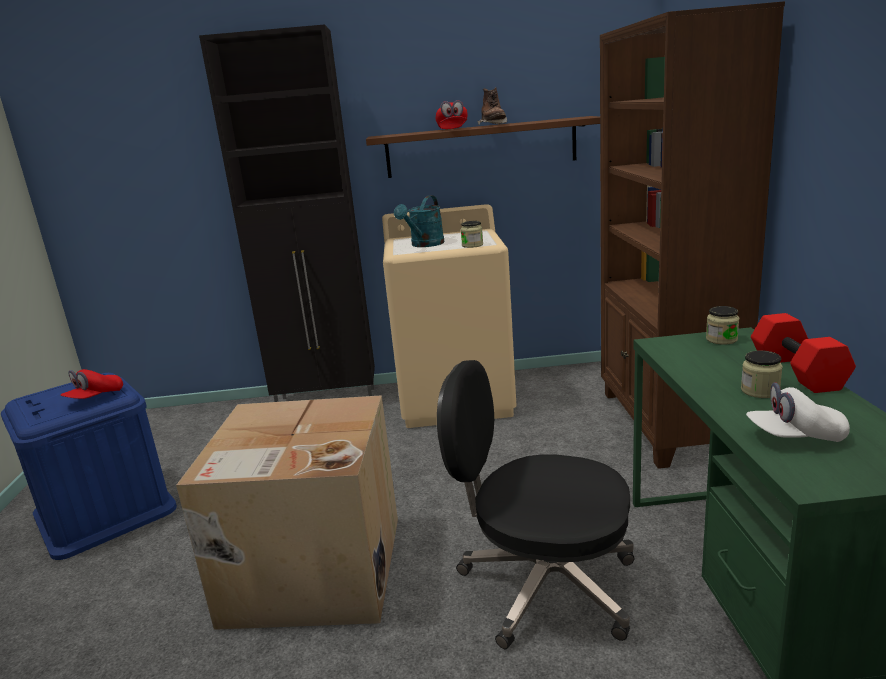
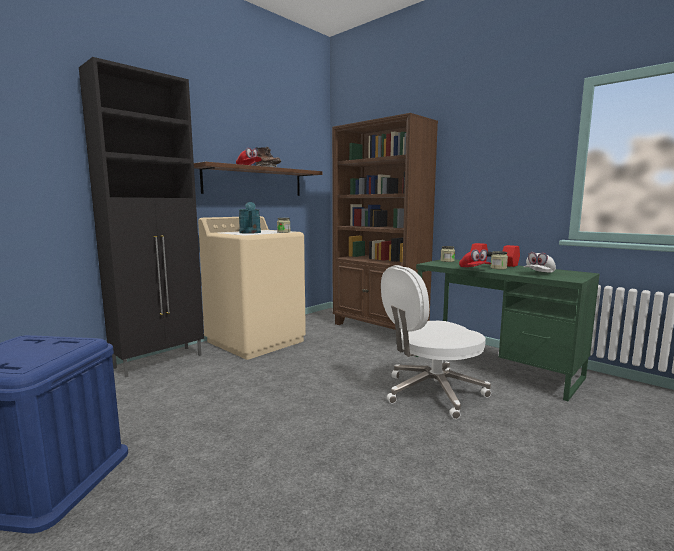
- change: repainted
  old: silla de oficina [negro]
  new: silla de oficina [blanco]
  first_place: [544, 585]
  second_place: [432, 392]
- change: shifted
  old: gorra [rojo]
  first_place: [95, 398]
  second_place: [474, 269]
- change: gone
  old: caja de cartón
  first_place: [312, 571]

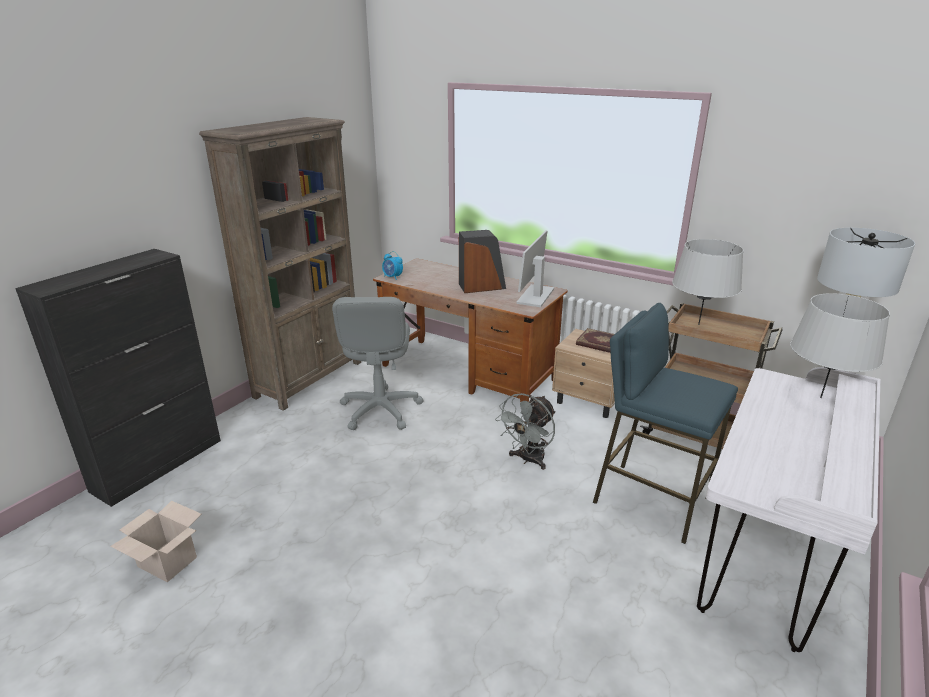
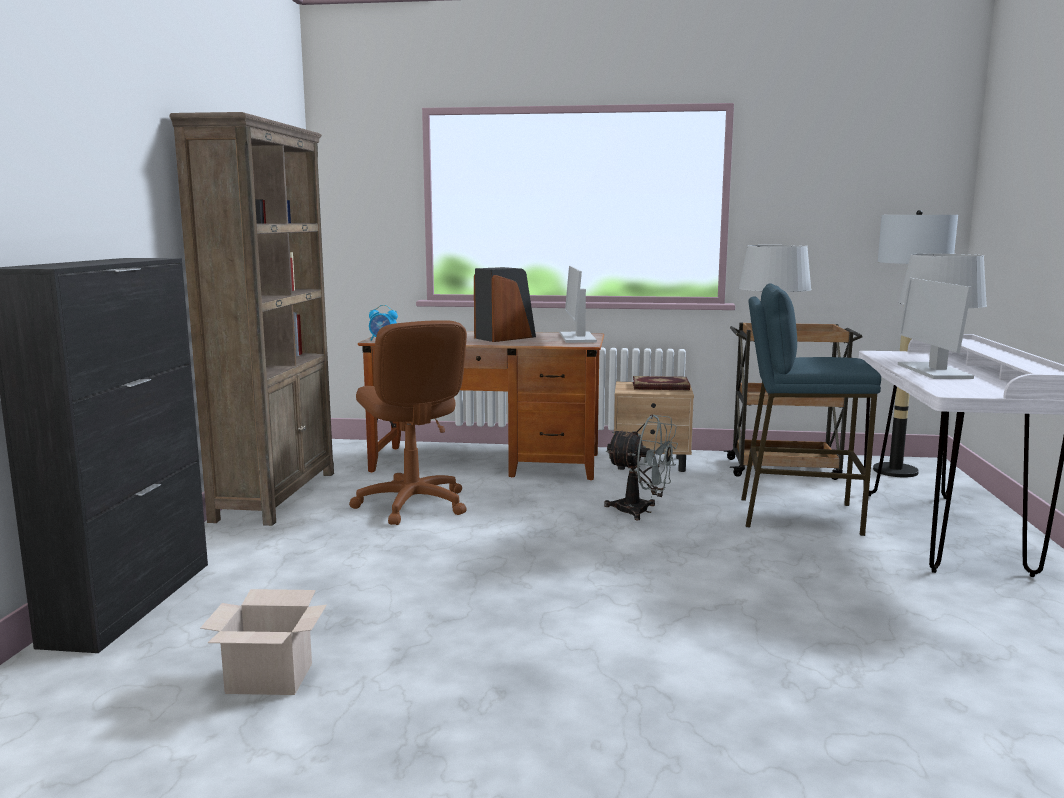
- change: repainted
  old: silla de oficina [gris]
  new: silla de oficina [marrón]
  first_place: [380, 410]
  second_place: [412, 505]
- change: rotated
  old: ventilador [gris]
  first_place: [528, 460]
  second_place: [641, 511]
  degrees: -75
- change: new
  new: monitor
  second_place: [933, 371]

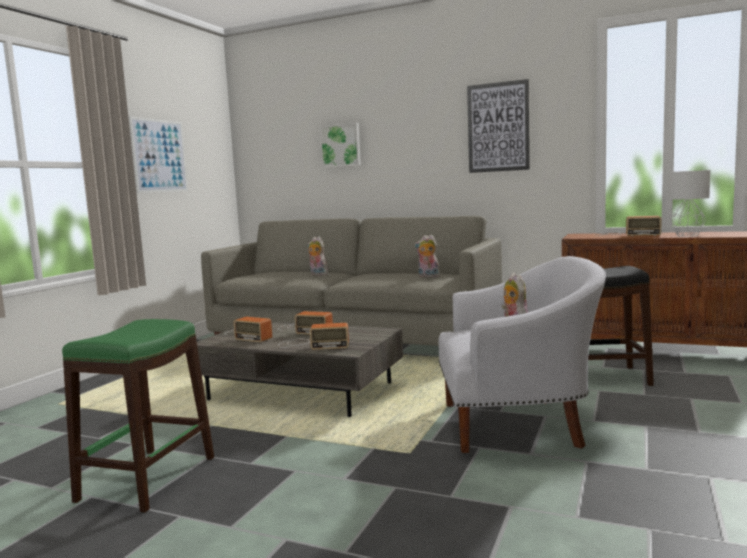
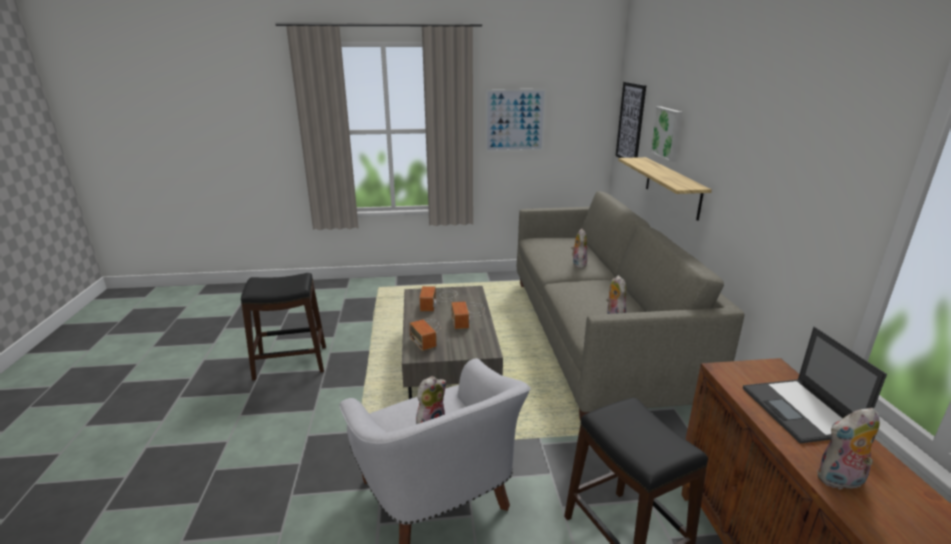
- change: repainted
  old: taburete [verde]
  new: taburete [negro]
  first_place: [147, 478]
  second_place: [290, 362]
- change: shifted
  old: cuadro
  first_place: [498, 127]
  second_place: [630, 123]
- change: new
  new: estante
  second_place: [672, 187]
- change: swapped
  old: radio
  new: portátil
  first_place: [625, 234]
  second_place: [801, 411]
- change: swapped
  old: lámpara de mesa [gris]
  new: peluche
  first_place: [686, 235]
  second_place: [840, 481]

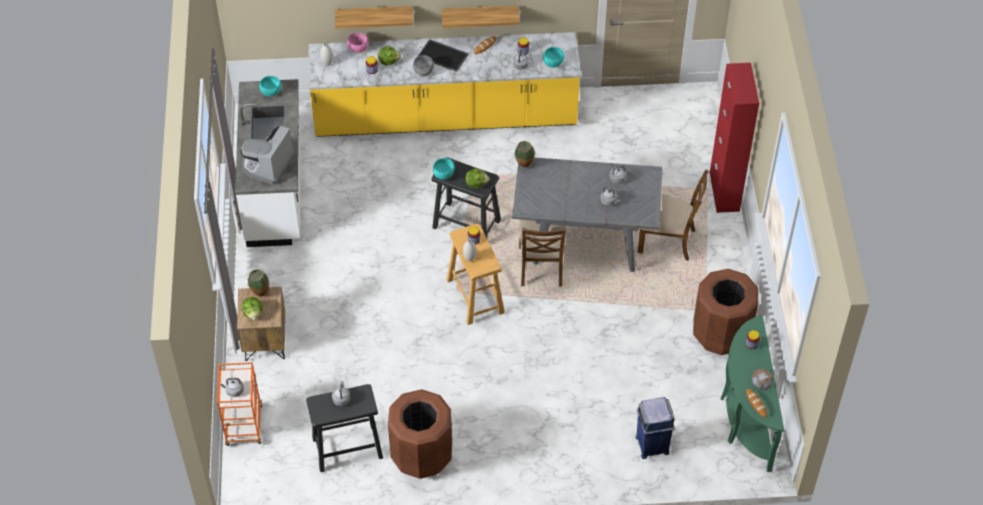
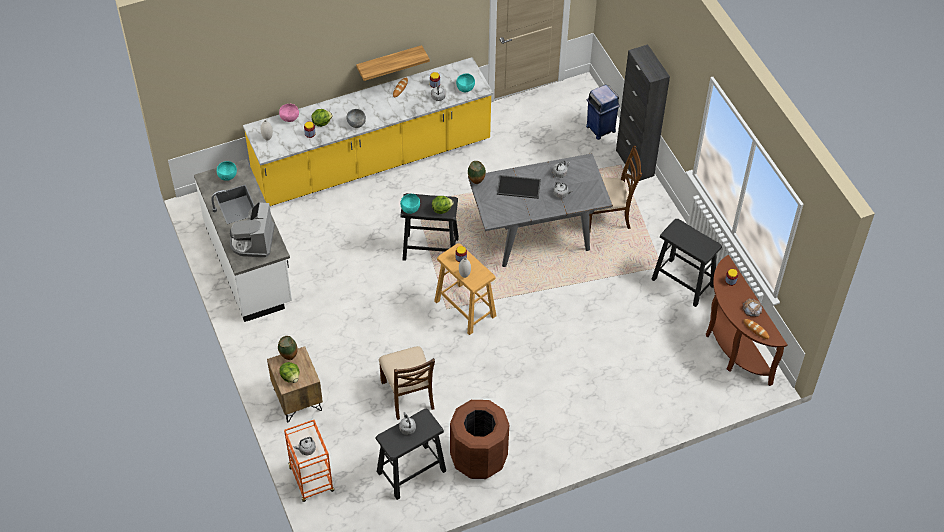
- change: shifted
  old: silla [marrón]
  first_place: [541, 266]
  second_place: [408, 395]
- change: shifted
  old: bandeja
  first_place: [443, 55]
  second_place: [519, 186]
- change: shifted
  old: papelera [azul]
  first_place: [652, 444]
  second_place: [600, 128]
- change: repainted
  old: armario [rojo]
  new: armario [negro]
  first_place: [724, 192]
  second_place: [634, 163]
- change: swapped
  old: papelera [marrón]
  new: taburete [negro]
  first_place: [721, 334]
  second_place: [683, 282]
- change: repainted
  old: mesa consola [verde]
  new: mesa consola [marrón]
  first_place: [744, 418]
  second_place: [732, 347]
- change: gone
  old: estante
  first_place: [374, 15]

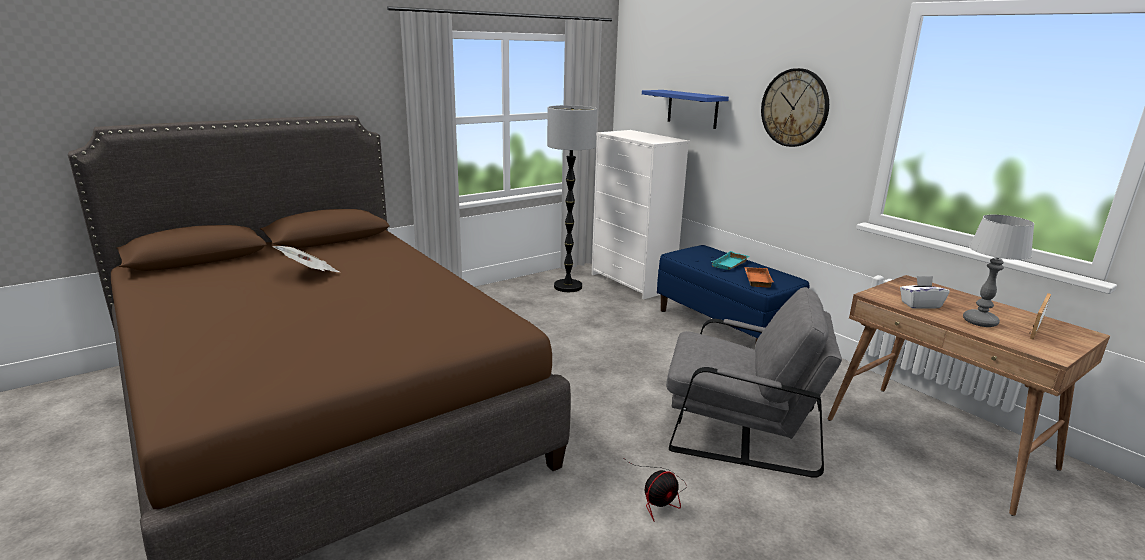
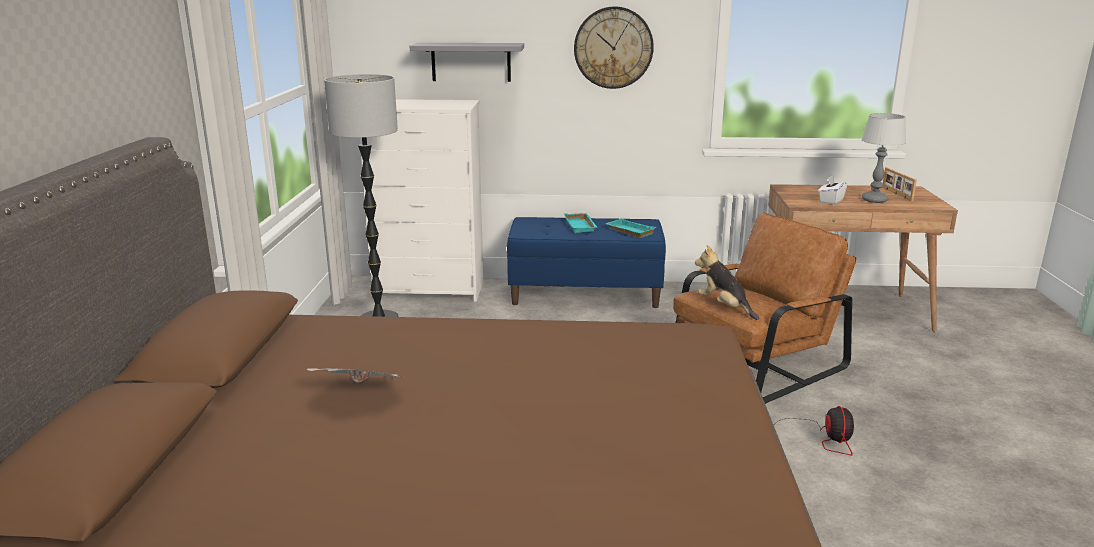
- change: repainted
  old: estante [azul]
  new: estante [gris]
  first_place: [692, 109]
  second_place: [471, 62]
- change: repainted
  old: bandeja [naranja]
  new: bandeja [turquesa]
  first_place: [756, 279]
  second_place: [628, 231]
- change: repainted
  old: sillón [gris]
  new: sillón [marrón]
  first_place: [740, 429]
  second_place: [755, 364]
- change: new
  new: peluche
  second_place: [724, 307]

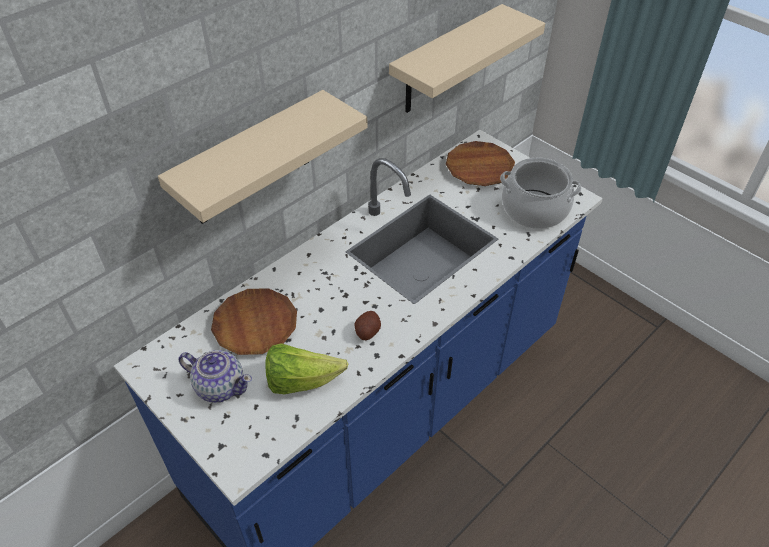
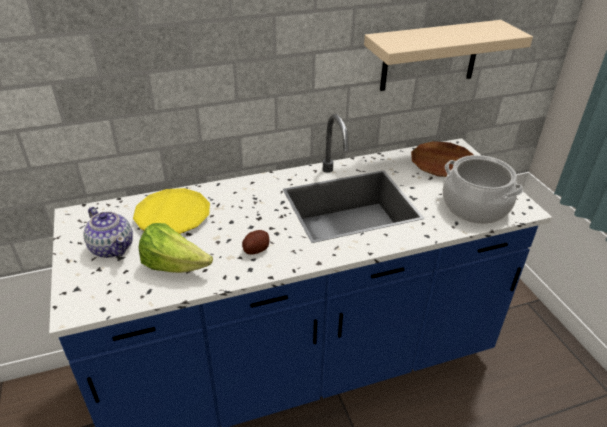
- change: repainted
  old: plato [marrón]
  new: plato [amarillo]
  first_place: [255, 325]
  second_place: [173, 216]
- change: gone
  old: estante [beis]
  first_place: [251, 161]

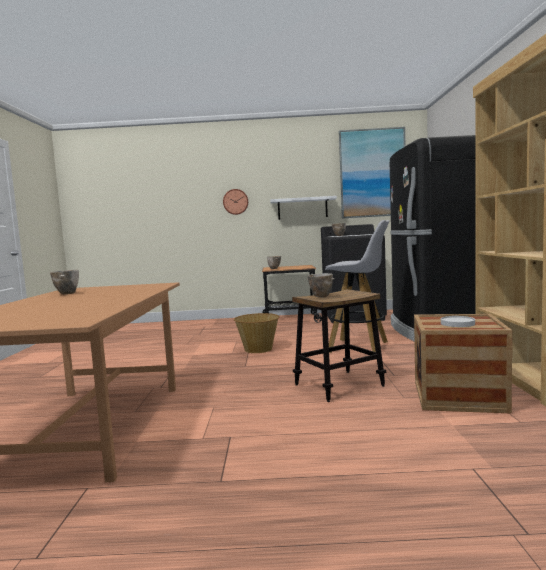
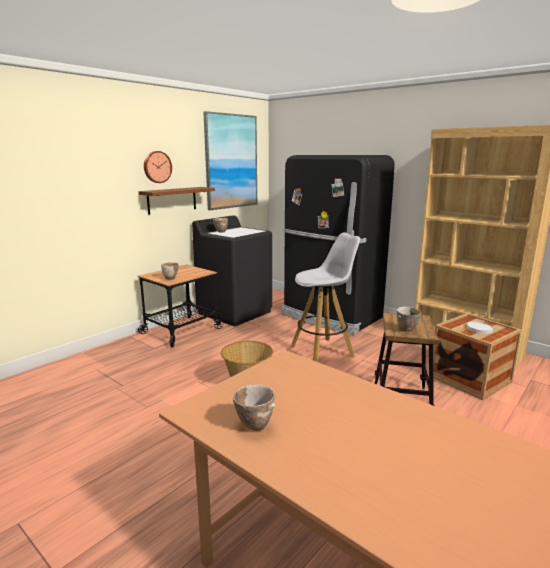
- change: repainted
  old: estante [blanco]
  new: estante [marrón]
  first_place: [302, 208]
  second_place: [172, 200]
- change: shifted
  old: reloj de pared
  first_place: [235, 202]
  second_place: [157, 167]

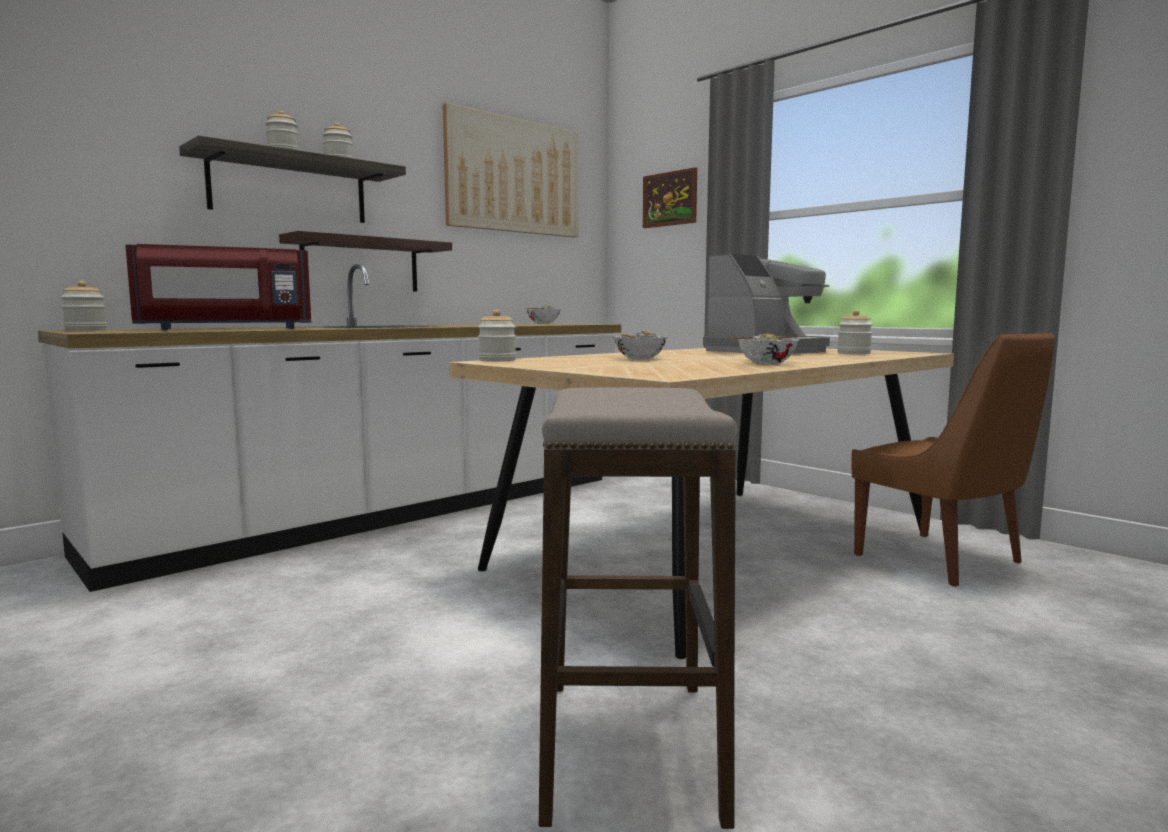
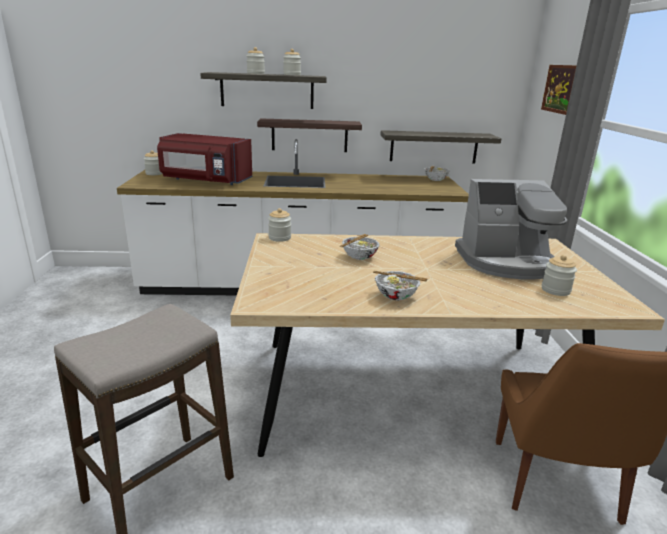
- change: new
  new: estante
  second_place: [434, 147]
- change: gone
  old: cuadro
  first_place: [514, 176]

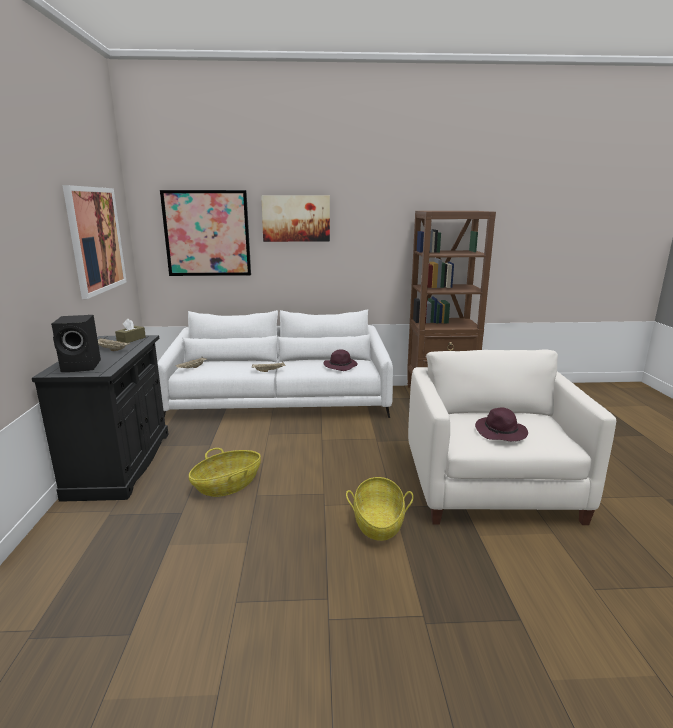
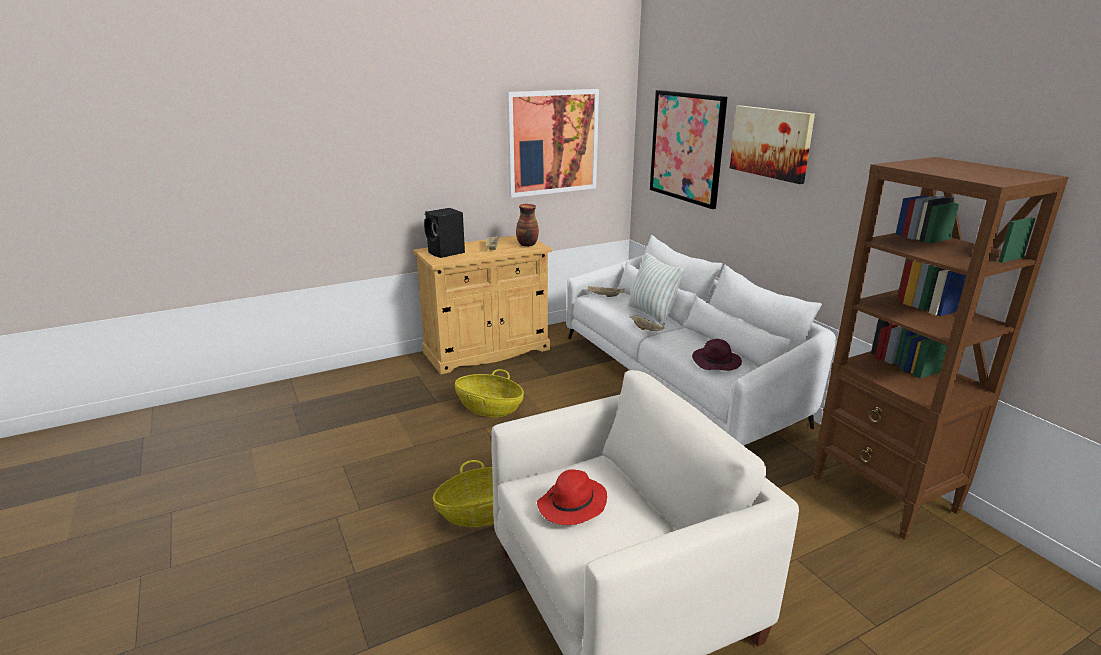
- change: repainted
  old: armario [negro]
  new: armario [beis]
  first_place: [121, 463]
  second_place: [486, 351]
- change: swapped
  old: caja de pañuelos [marrón]
  new: florero
  first_place: [131, 339]
  second_place: [527, 244]
- change: repainted
  old: sombrero [morado]
  new: sombrero [rojo]
  first_place: [501, 432]
  second_place: [572, 506]
- change: new
  new: cojín
  second_place: [652, 314]

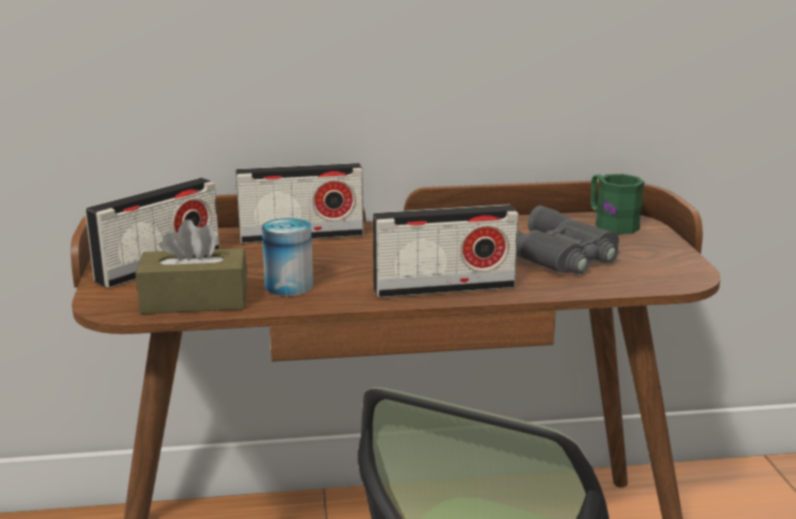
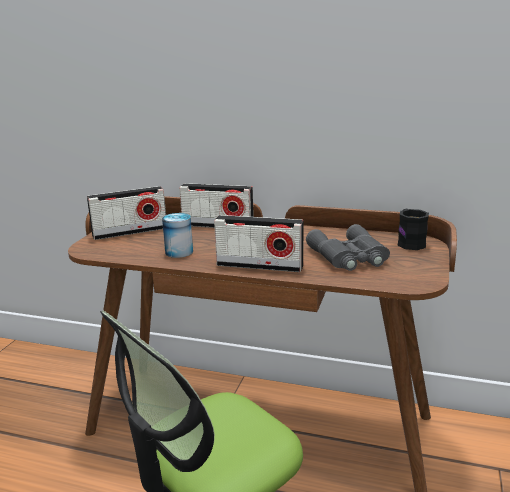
- change: repainted
  old: taza grande [verde]
  new: taza grande [negro]
  first_place: [610, 224]
  second_place: [409, 242]
- change: gone
  old: caja de pañuelos [marrón]
  first_place: [195, 300]

